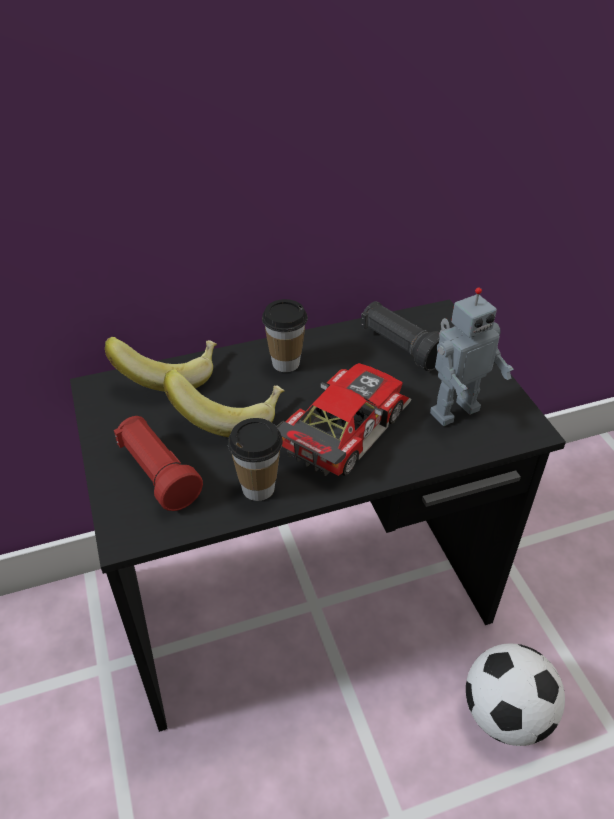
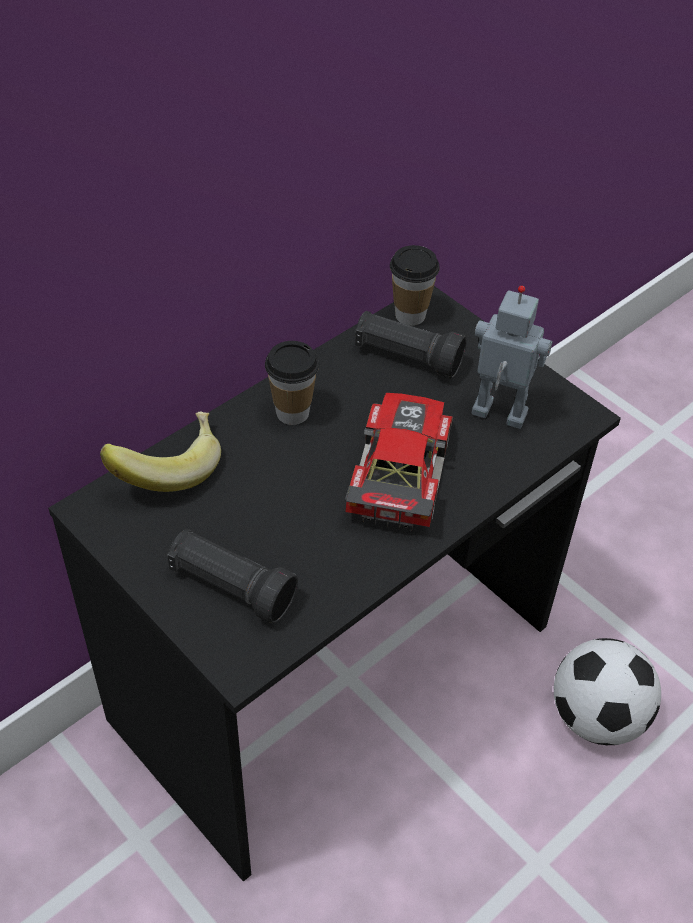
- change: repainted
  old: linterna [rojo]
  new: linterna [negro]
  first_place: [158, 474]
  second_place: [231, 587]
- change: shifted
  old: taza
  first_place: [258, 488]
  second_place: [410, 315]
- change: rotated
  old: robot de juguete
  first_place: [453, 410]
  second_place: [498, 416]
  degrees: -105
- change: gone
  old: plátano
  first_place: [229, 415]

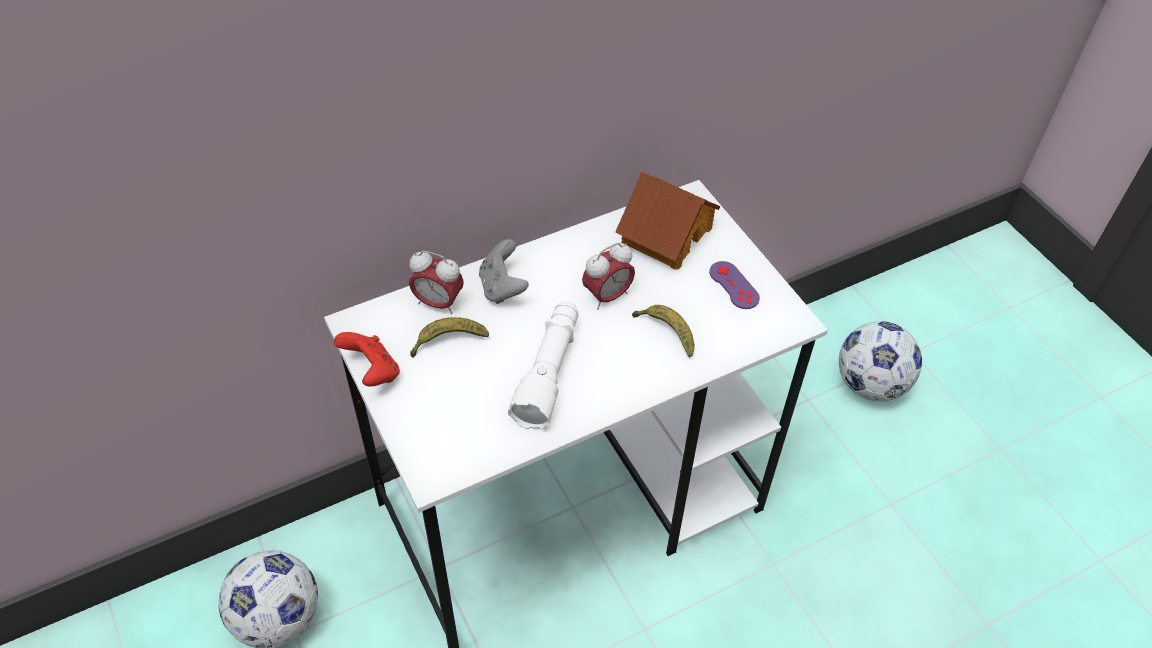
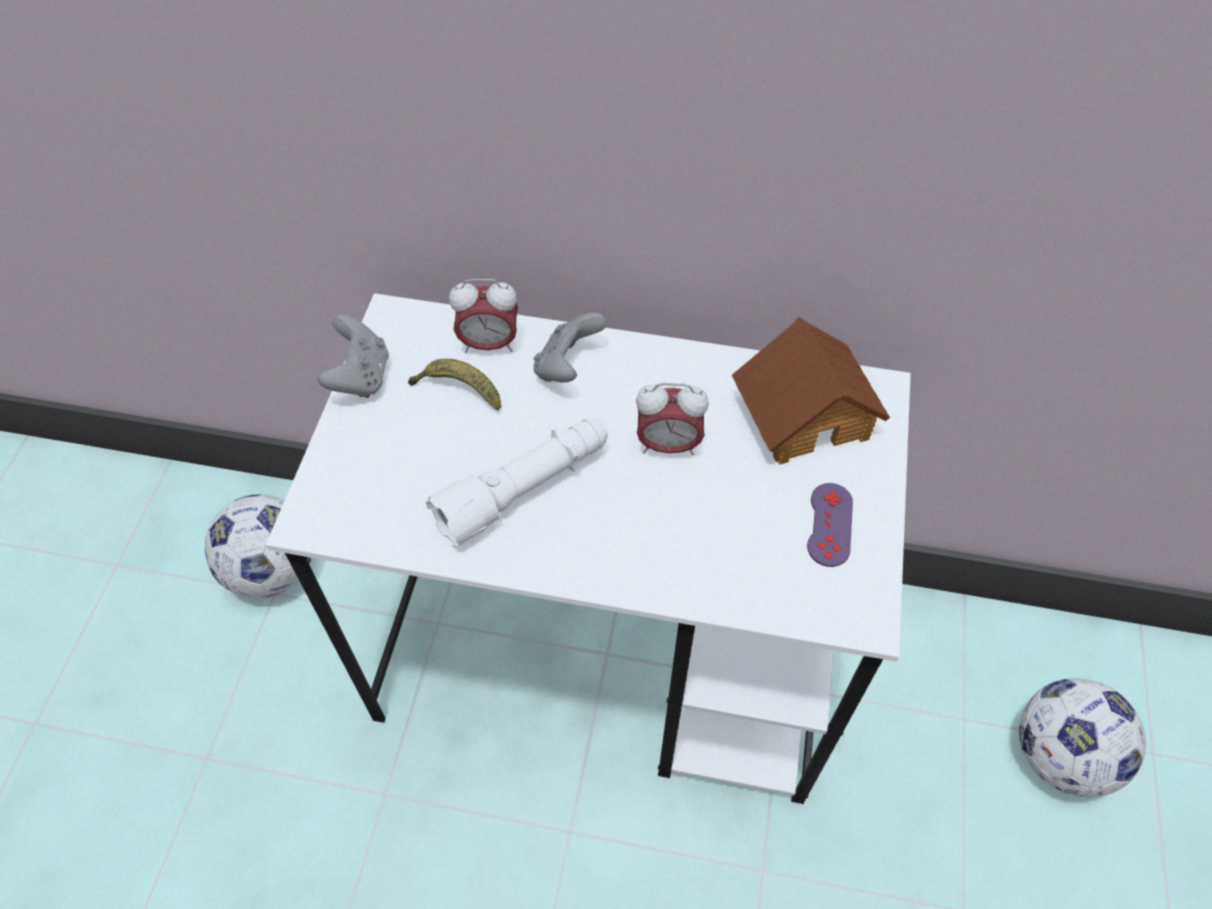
- change: repainted
  old: mando de consola [rojo]
  new: mando de consola [gris]
  first_place: [372, 372]
  second_place: [360, 377]
- change: rotated
  old: despertador
  first_place: [438, 303]
  second_place: [489, 344]
  degrees: -60
- change: gone
  old: plátano
  first_place: [666, 333]

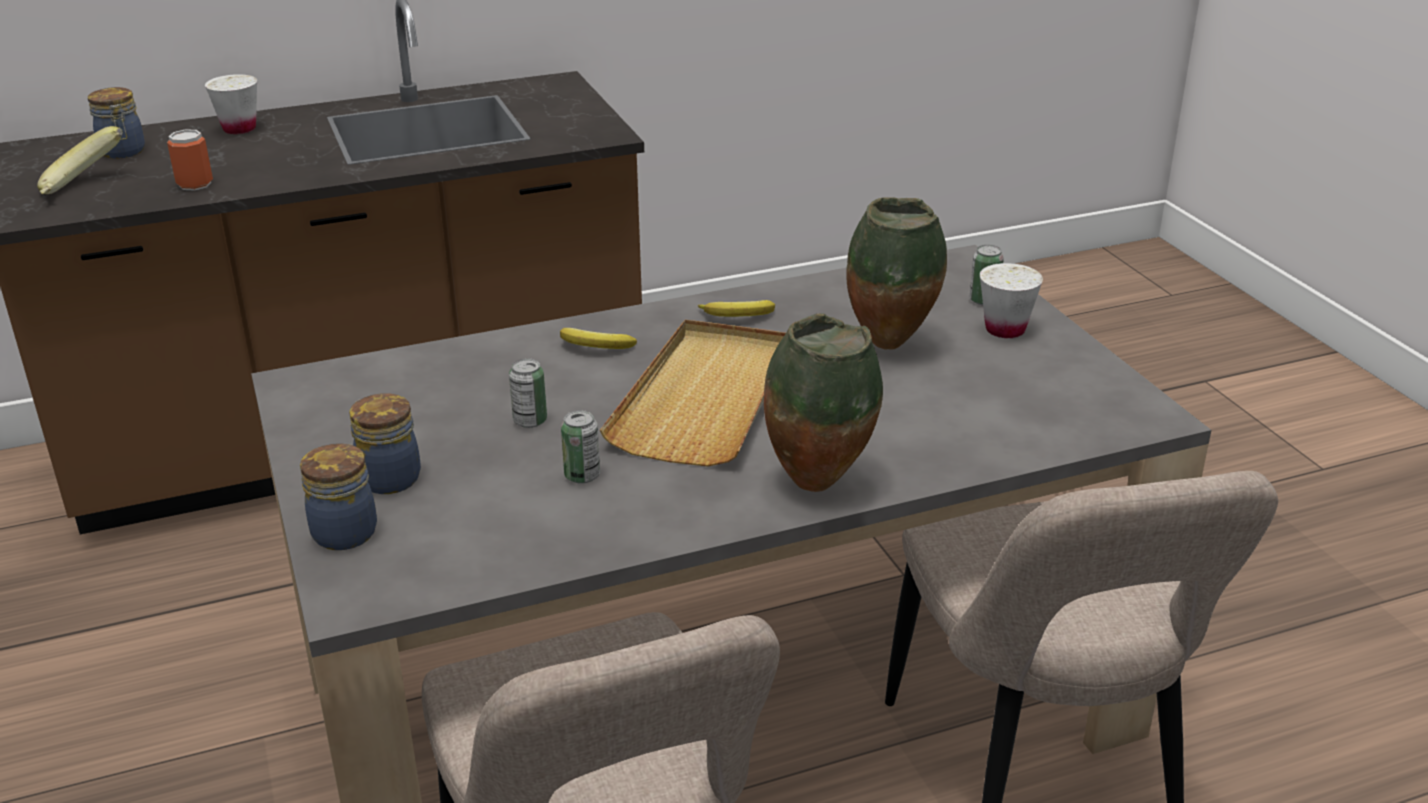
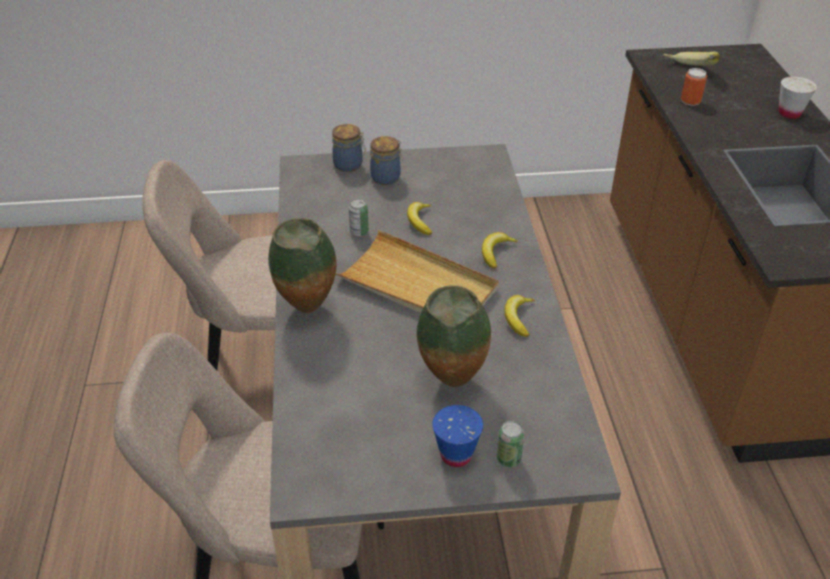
- change: swapped
  old: lata
  new: plátano
  first_place: [530, 421]
  second_place: [420, 221]
- change: repainted
  old: taza [blanco]
  new: taza [azul]
  first_place: [1005, 329]
  second_place: [456, 455]
- change: gone
  old: tarro
  first_place: [123, 152]

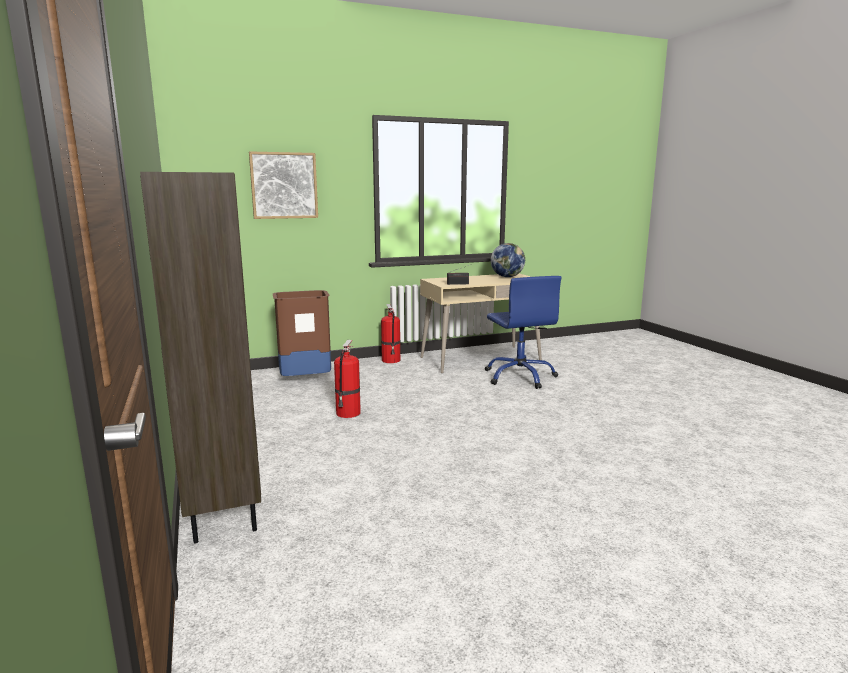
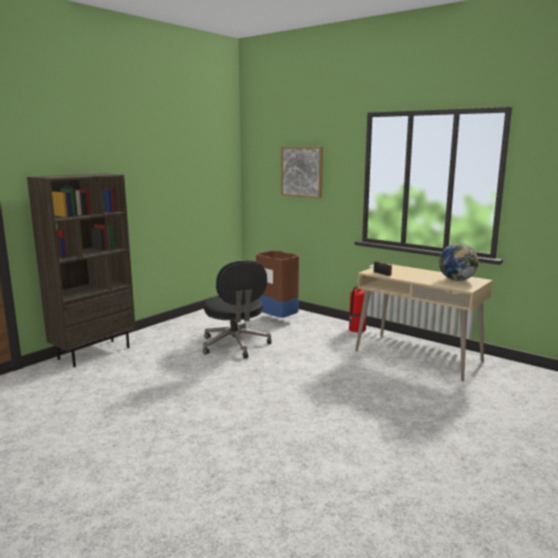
- change: swapped
  old: extintor
  new: silla de oficina [negro]
  first_place: [348, 413]
  second_place: [235, 345]
- change: gone
  old: silla de oficina [azul]
  first_place: [520, 377]

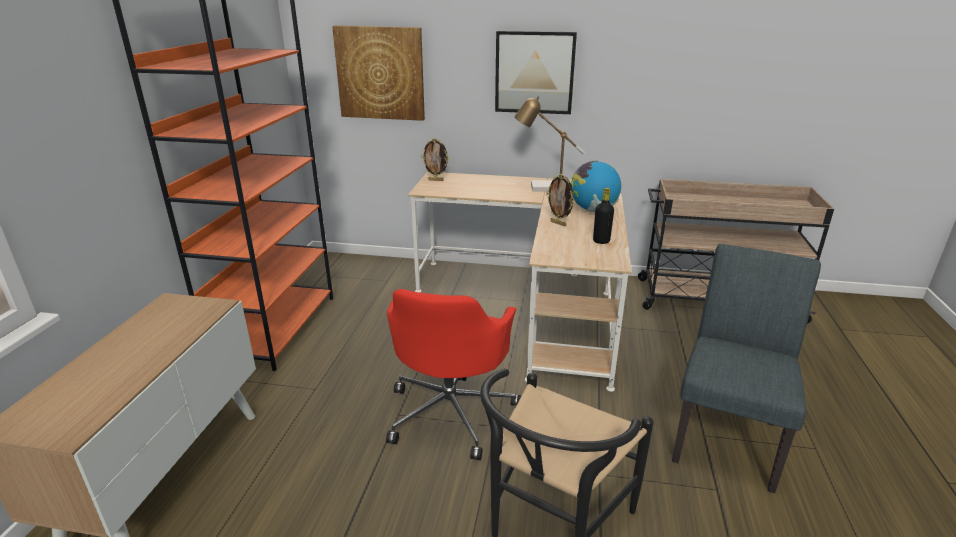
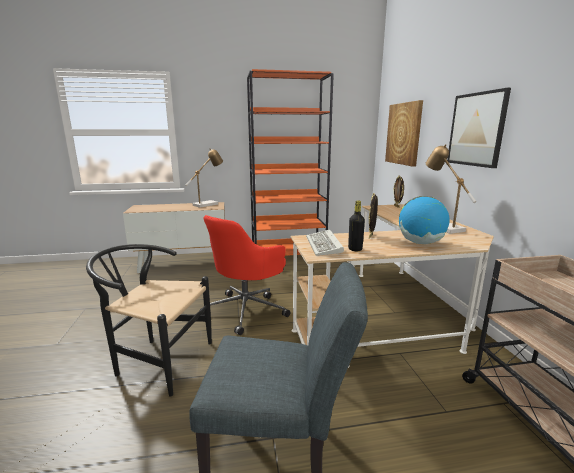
- change: new
  new: lámpara de mesa
  second_place: [208, 204]
- change: rotated
  old: silla de oficina [rojo]
  first_place: [451, 411]
  second_place: [246, 310]
  degrees: -45
- change: new
  new: teclado
  second_place: [324, 245]

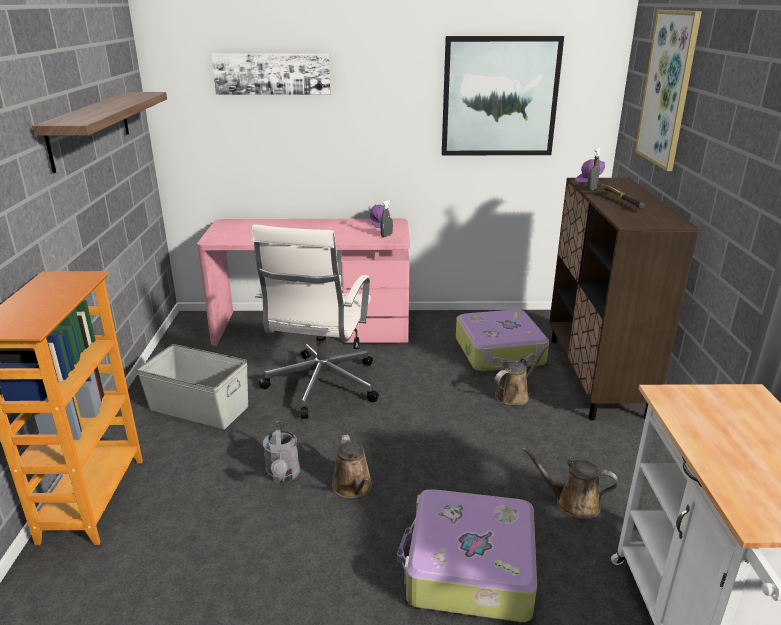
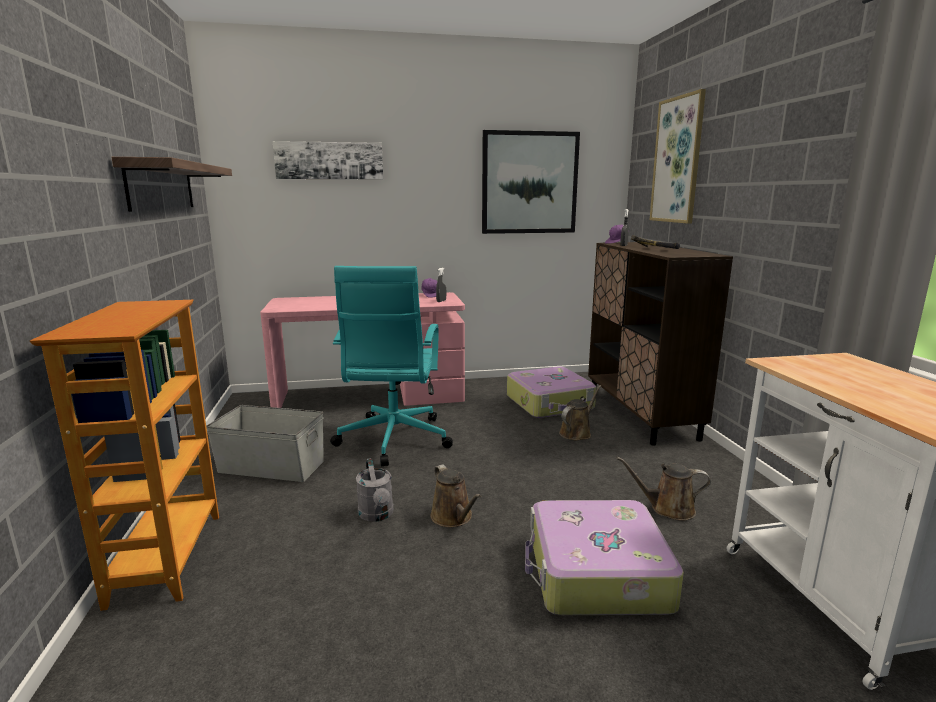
- change: repainted
  old: silla de oficina [blanco]
  new: silla de oficina [turquesa]
  first_place: [321, 387]
  second_place: [393, 440]

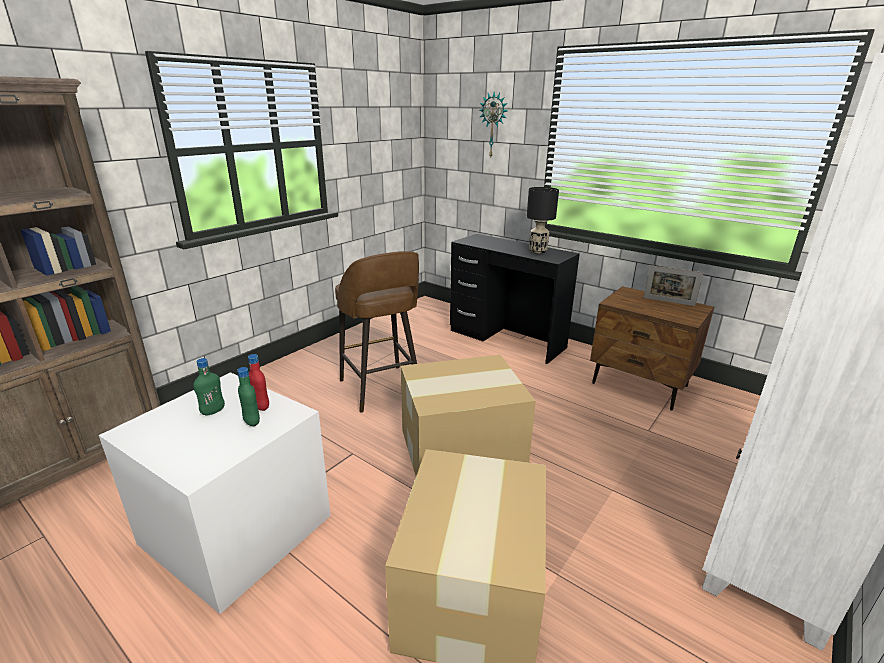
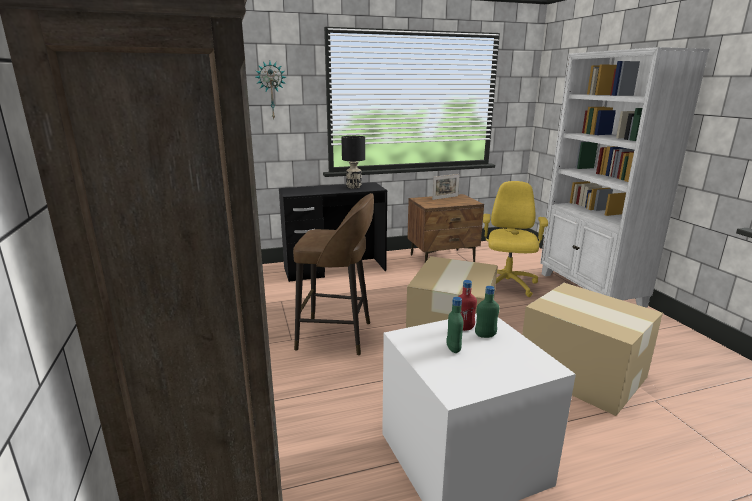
- change: new
  new: silla de oficina [amarillo]
  second_place: [506, 285]

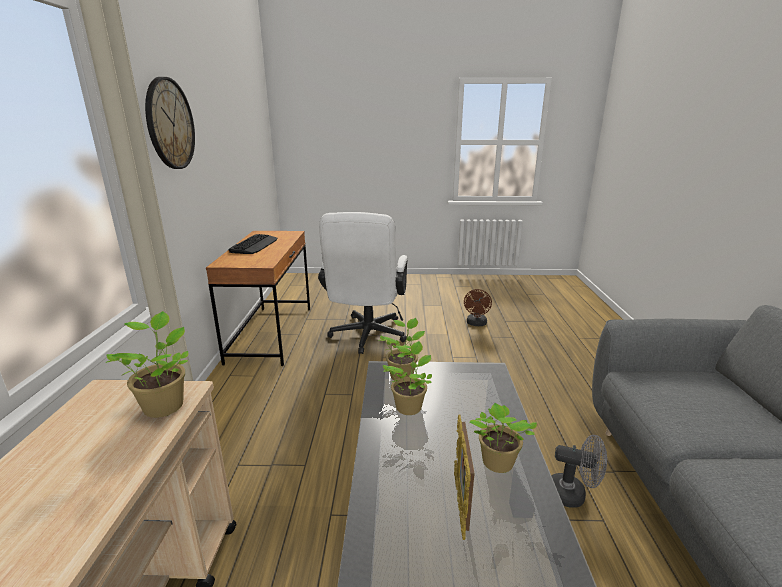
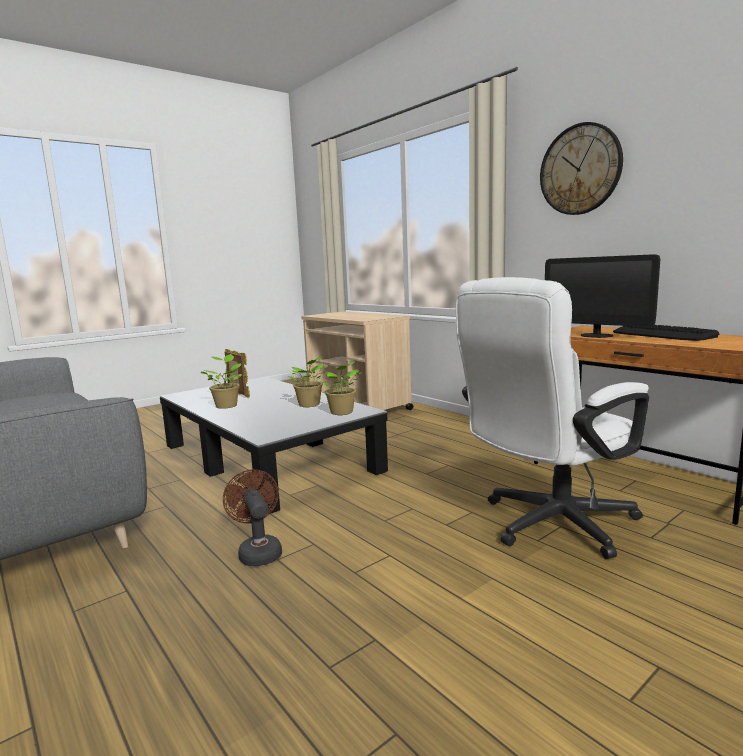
- change: shifted
  old: ventilador [marrón]
  first_place: [476, 324]
  second_place: [258, 551]
- change: rotated
  old: silla de oficina [blanco]
  first_place: [366, 337]
  second_place: [548, 525]
  degrees: -90
- change: new
  new: monitor
  second_place: [596, 335]
- change: gone
  old: planta en maceta
  first_place: [164, 405]
- change: gone
  old: ventilador [gris]
  first_place: [572, 495]

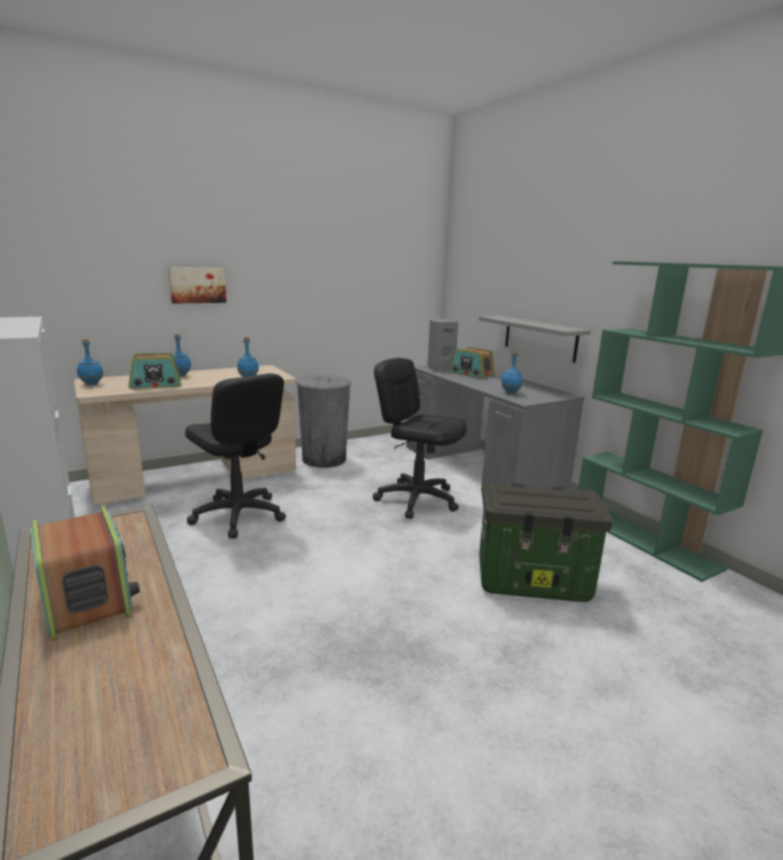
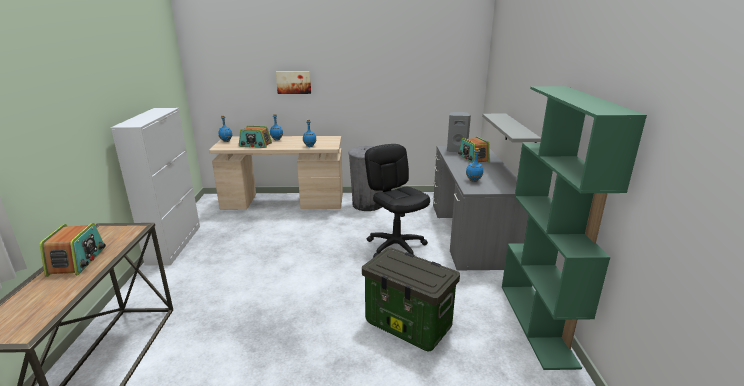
- change: gone
  old: silla de oficina [negro]
  first_place: [238, 515]

